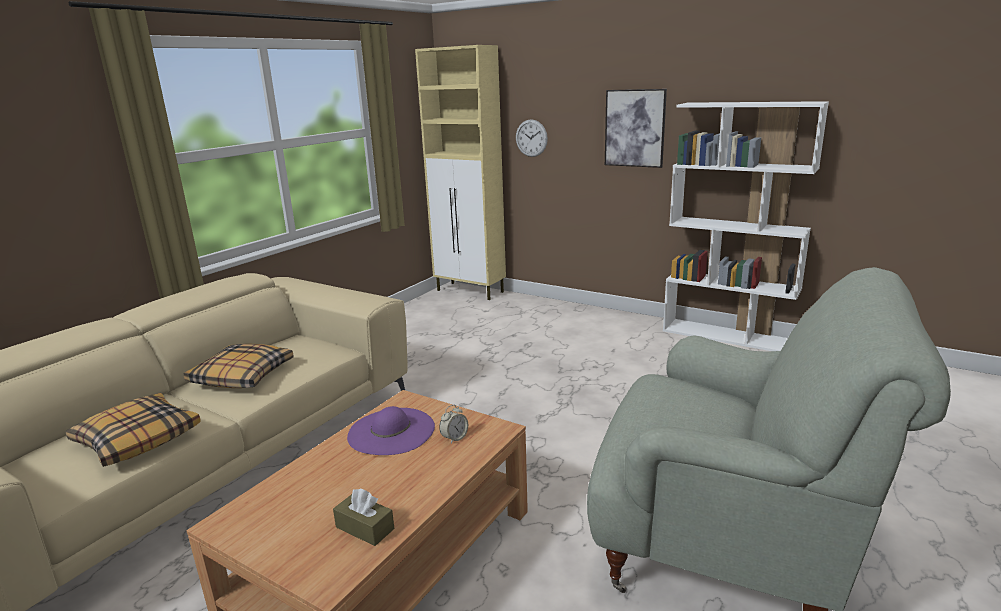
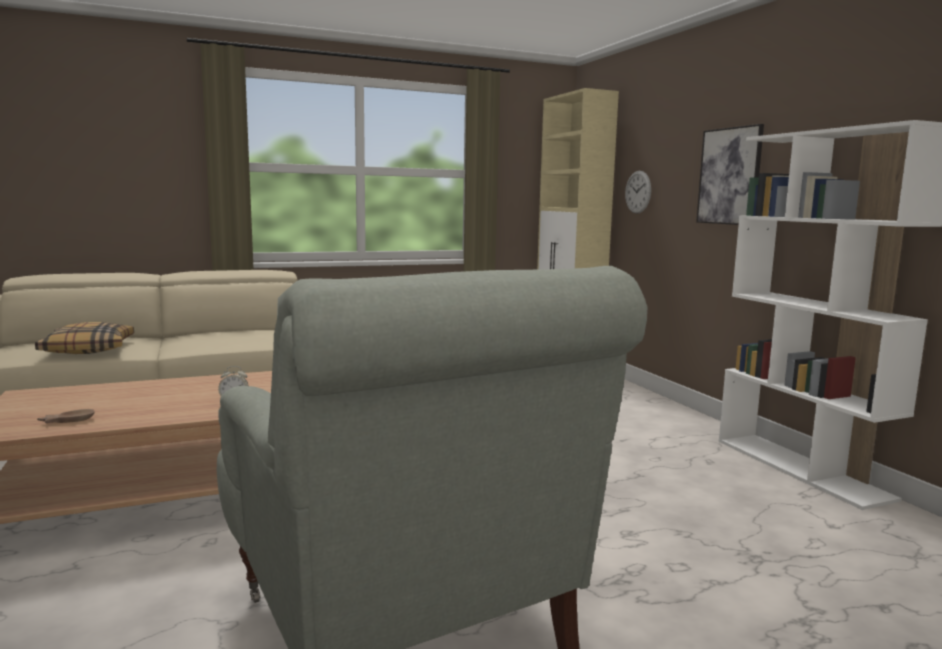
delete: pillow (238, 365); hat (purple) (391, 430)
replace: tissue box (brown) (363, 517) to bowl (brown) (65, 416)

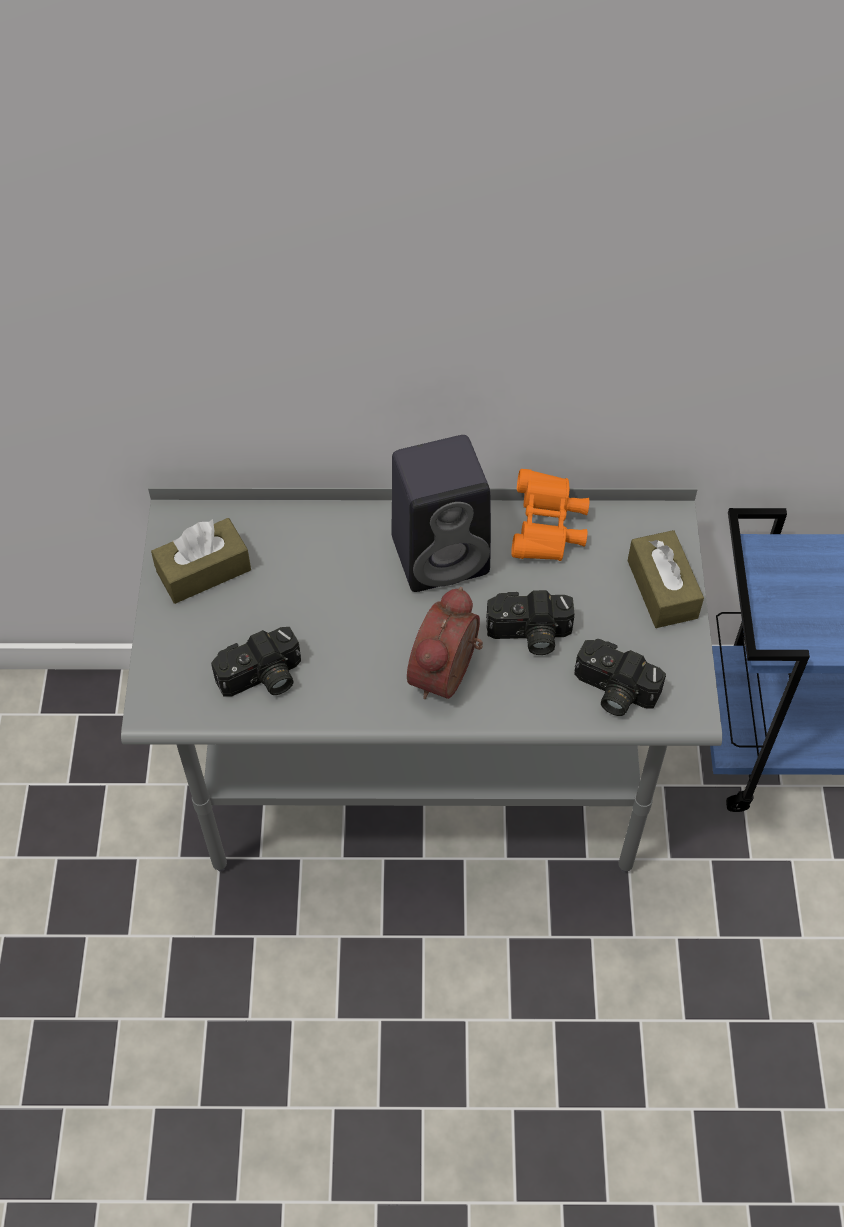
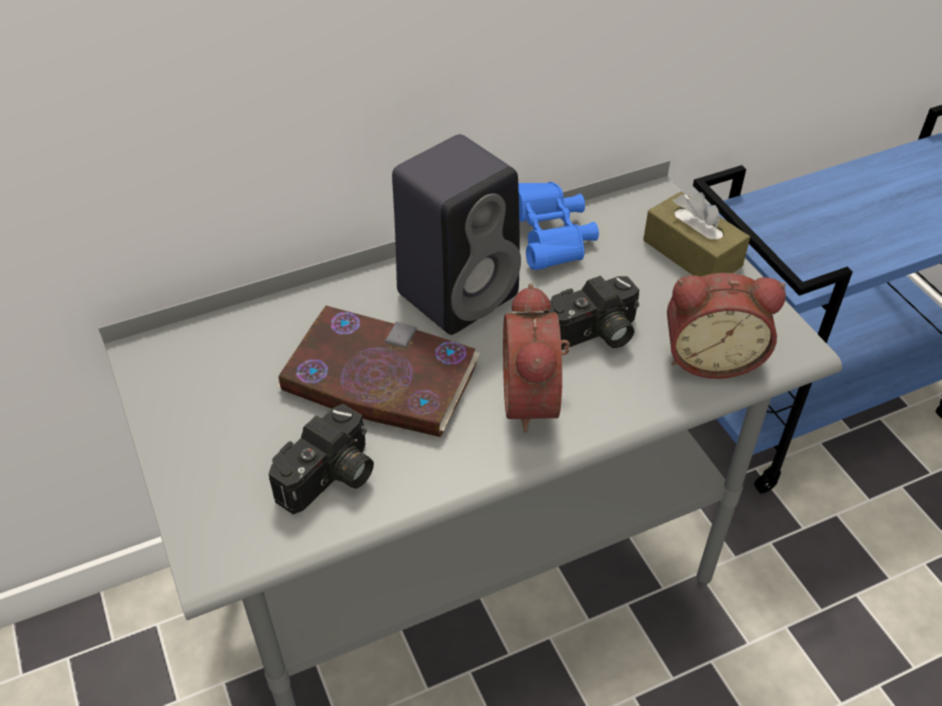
delete: tissue box (brown) (201, 561)
insert: book (378, 371)
replace: photo camera (620, 677) to alarm clock (726, 326)
recolor: binoculars (orange) (550, 515) to binoculars (blue) (558, 226)

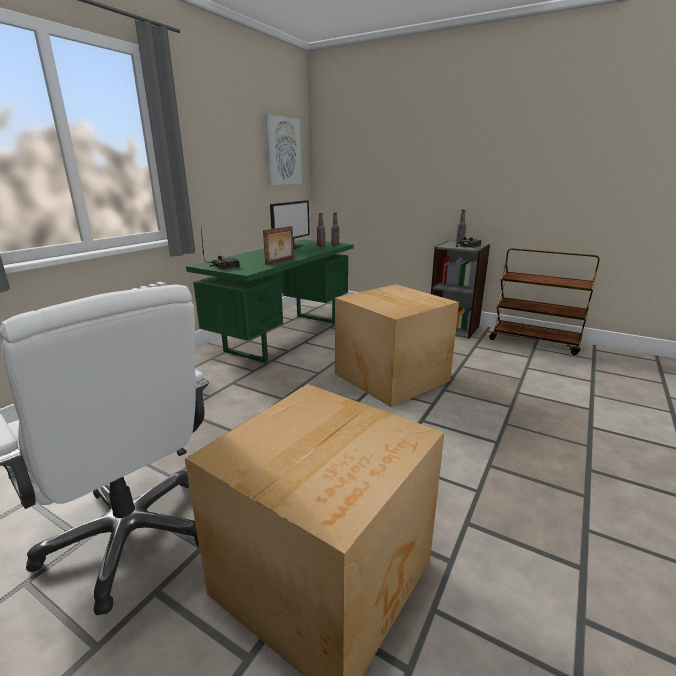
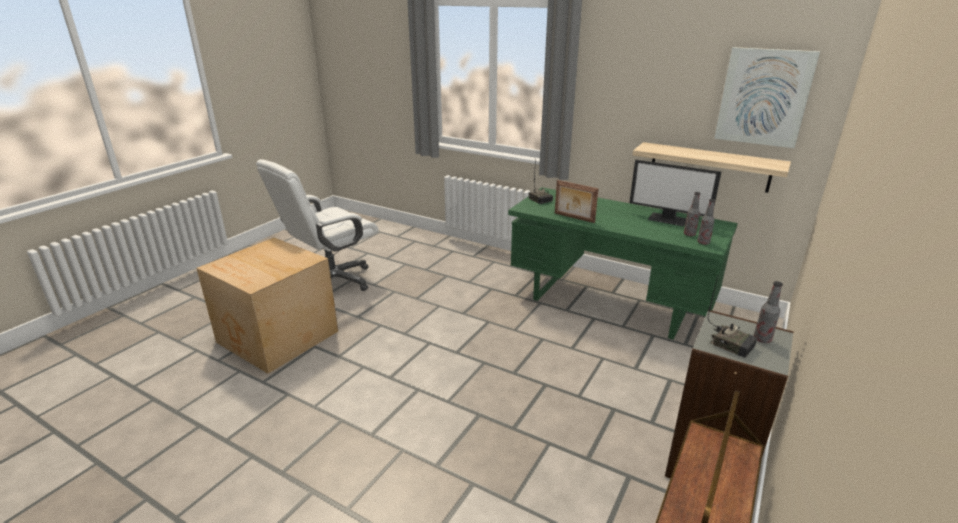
delete: cardboard box (397, 345)
insert: shelf (712, 167)

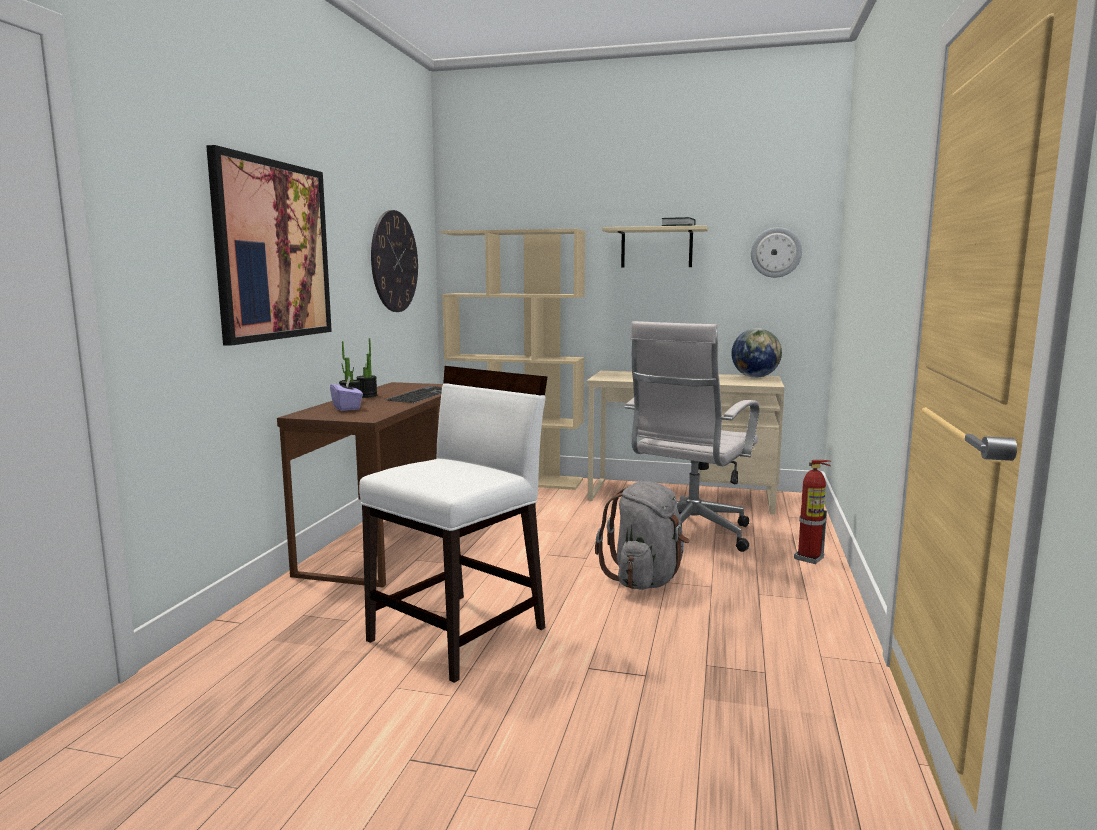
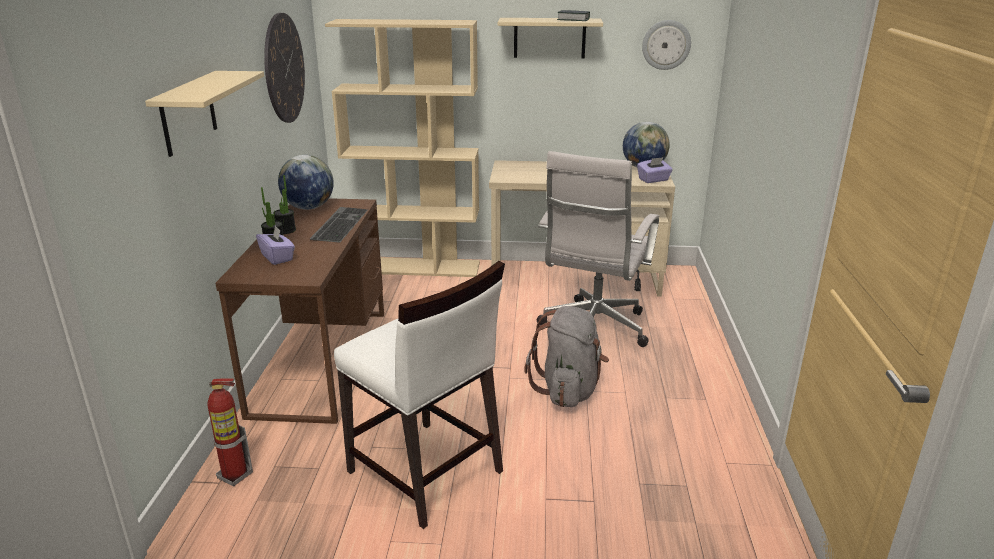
insert: globe (306, 182); tissue box (purple) (655, 170)
move: fire extinguisher (812, 512) to (230, 432)
replace: picture (269, 245) to shelf (beige) (204, 114)
rotate: chair (white) (453, 524) = (419, 395) 105 degrees clockwise

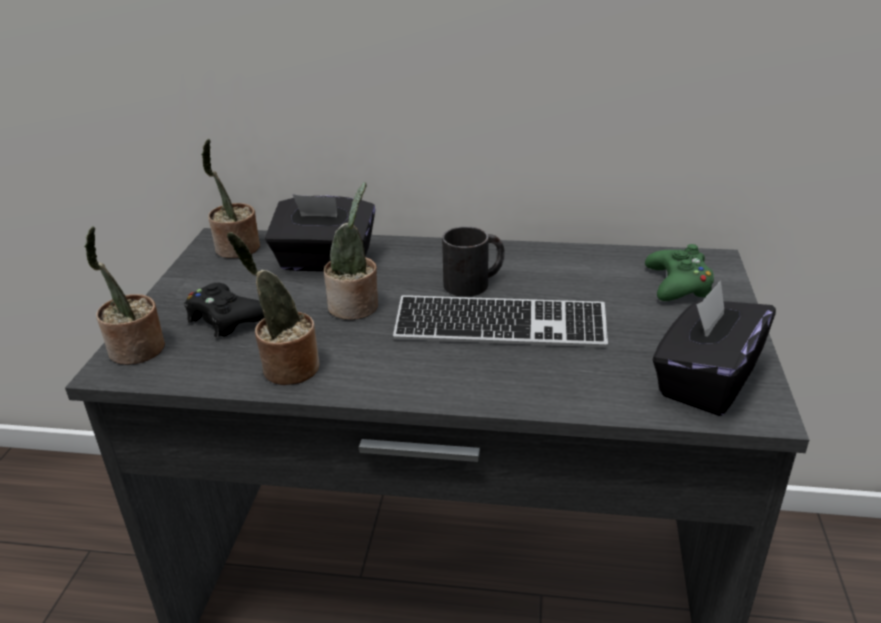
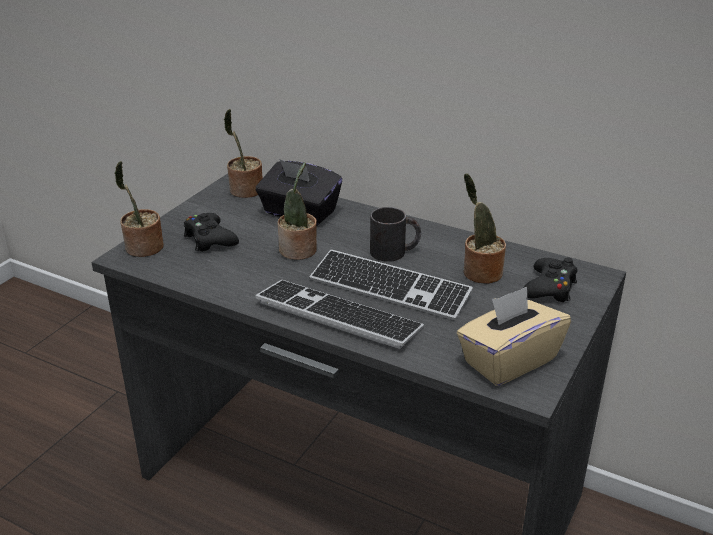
insert: keyboard (339, 314)
move: potted plant (273, 308) to (485, 228)
recolor: game controller (green) (679, 272) to game controller (black) (550, 280); tissue box (black) (714, 348) to tissue box (beige) (514, 336)

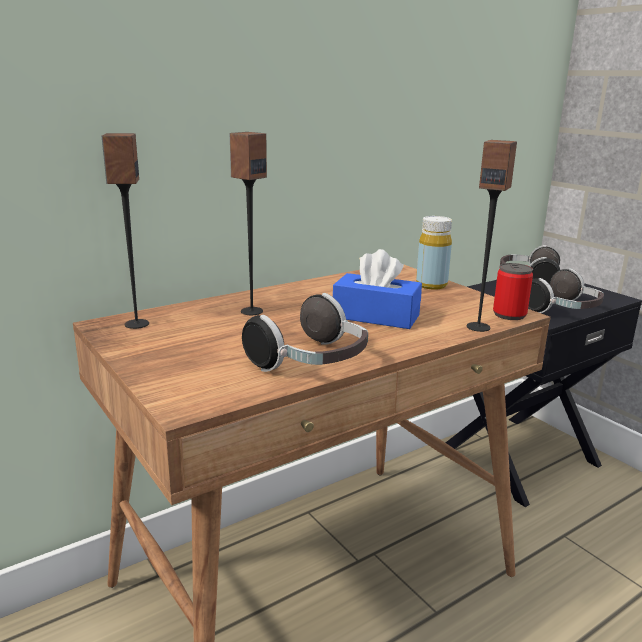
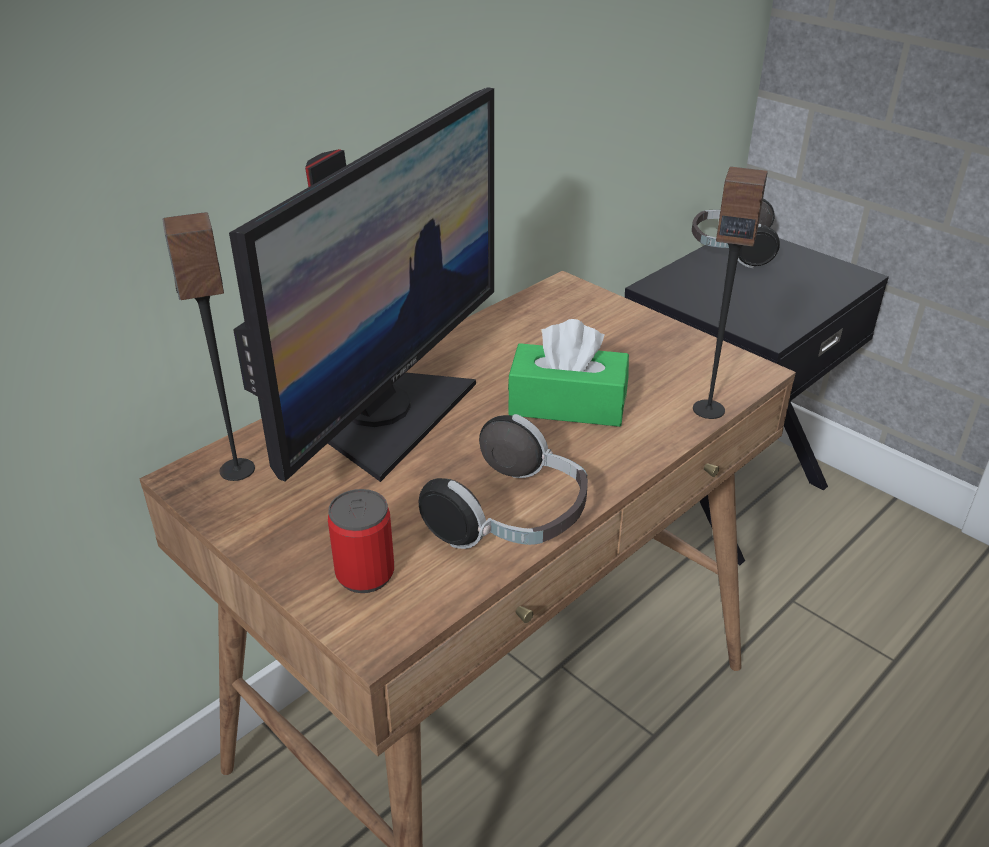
delete: bottle (yellow) (434, 253); headphones (566, 290)
move: can (513, 291) to (361, 541)
replace: speaker (248, 223) to monitor (361, 284)
recolor: tissue box (blue) (377, 289) to tissue box (green) (568, 373)

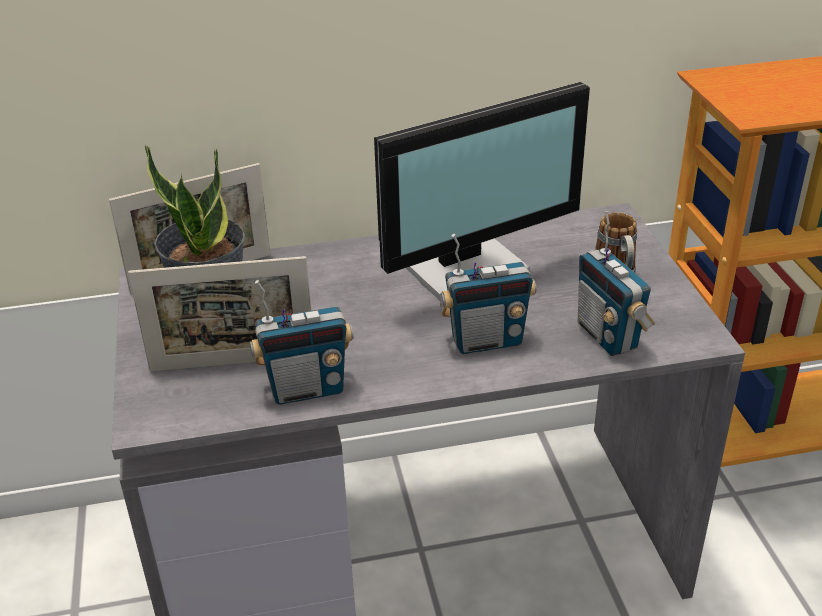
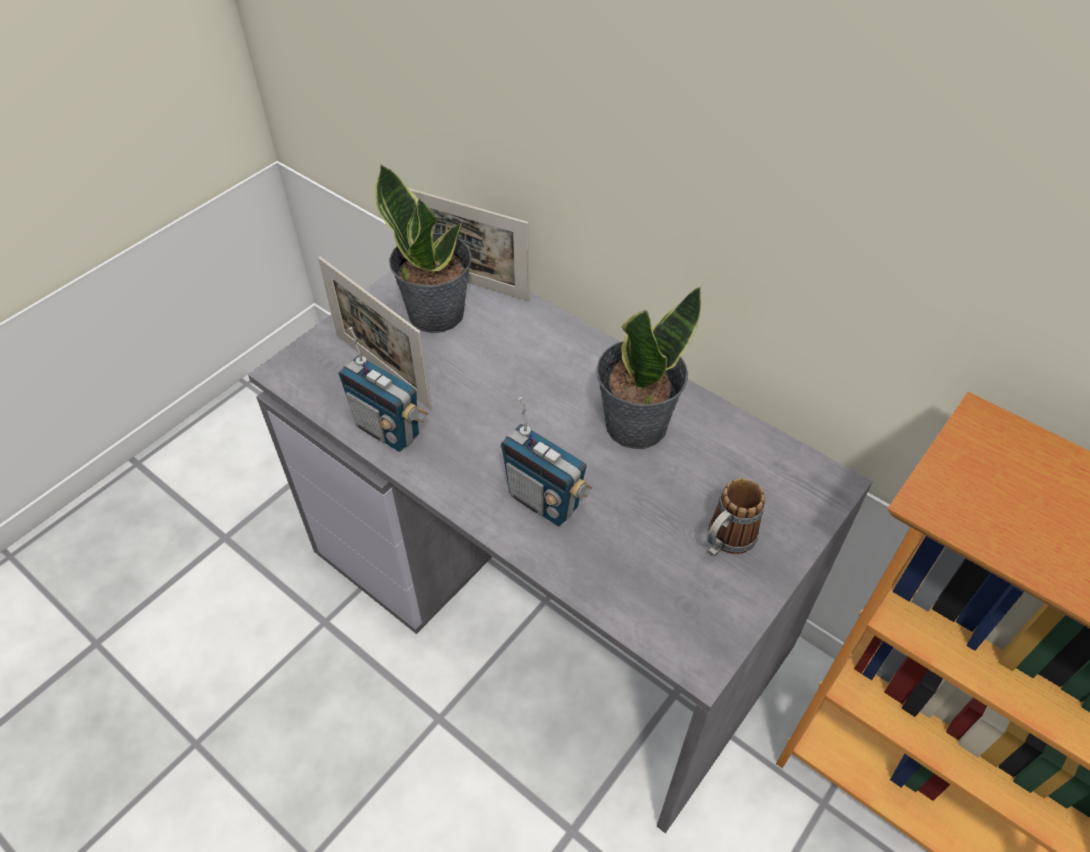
delete: radio (616, 283)
replace: monitor (482, 191) to potted plant (648, 367)

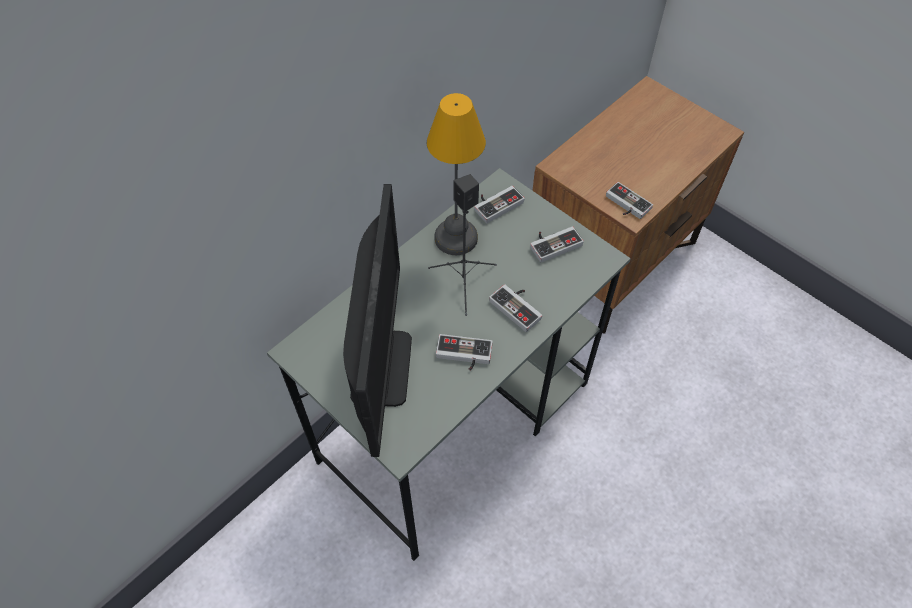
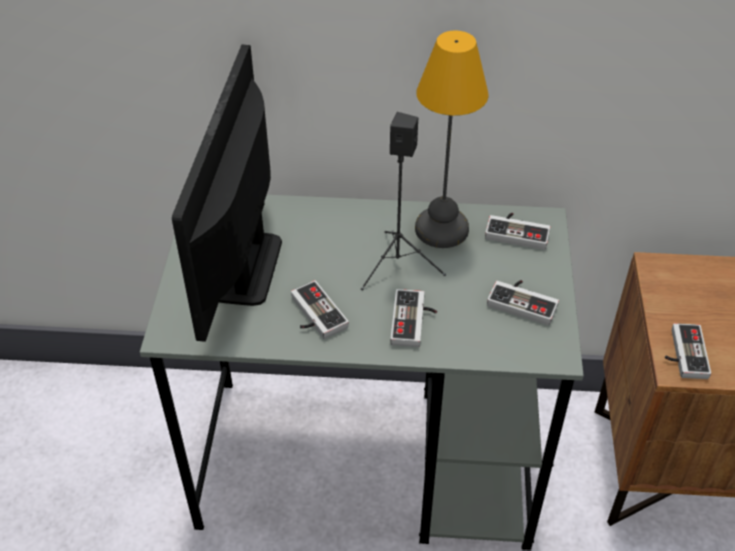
rotate: monitor (377, 320) = (227, 193) 135 degrees clockwise

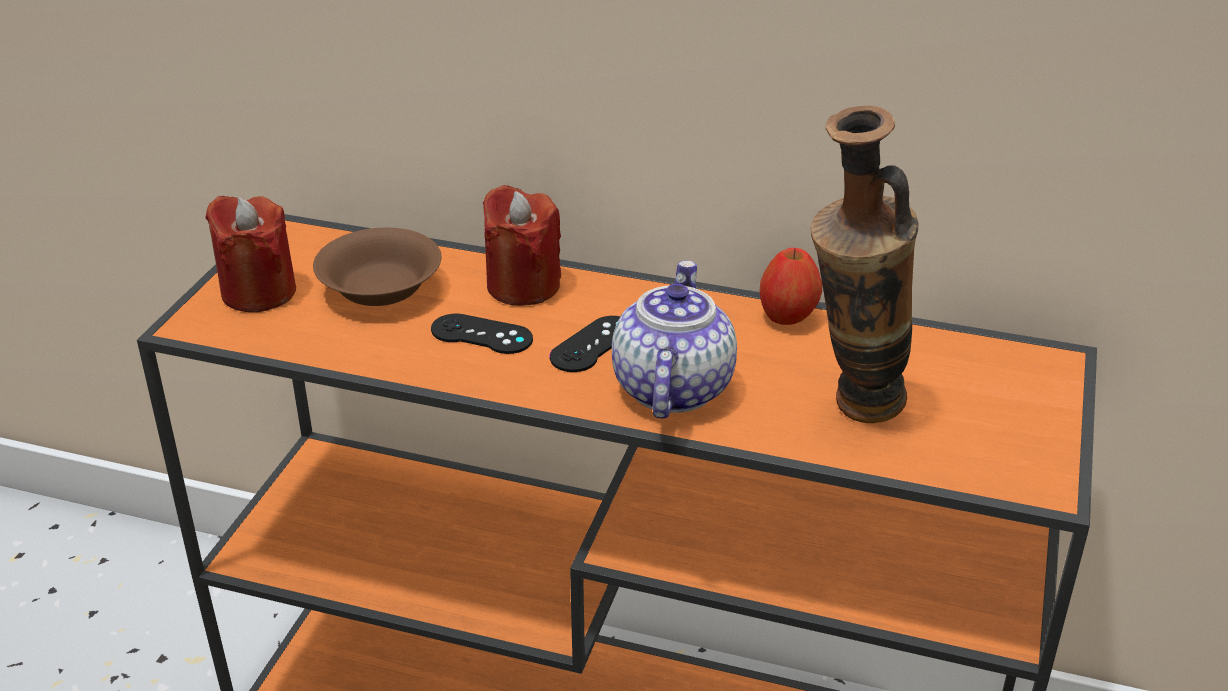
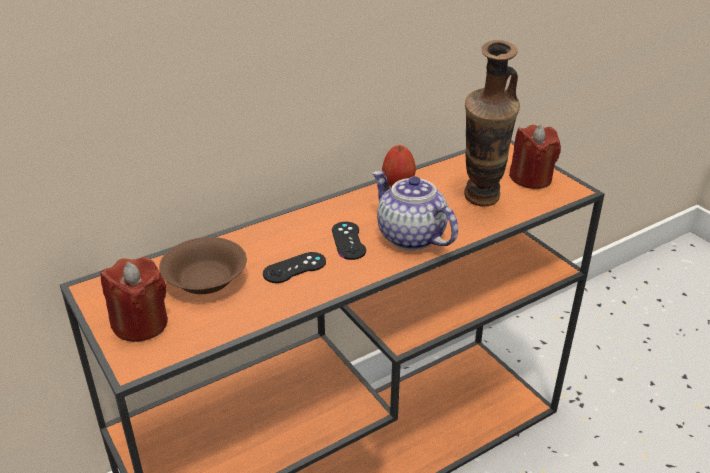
move: candle (red) (522, 245) to (535, 157)

